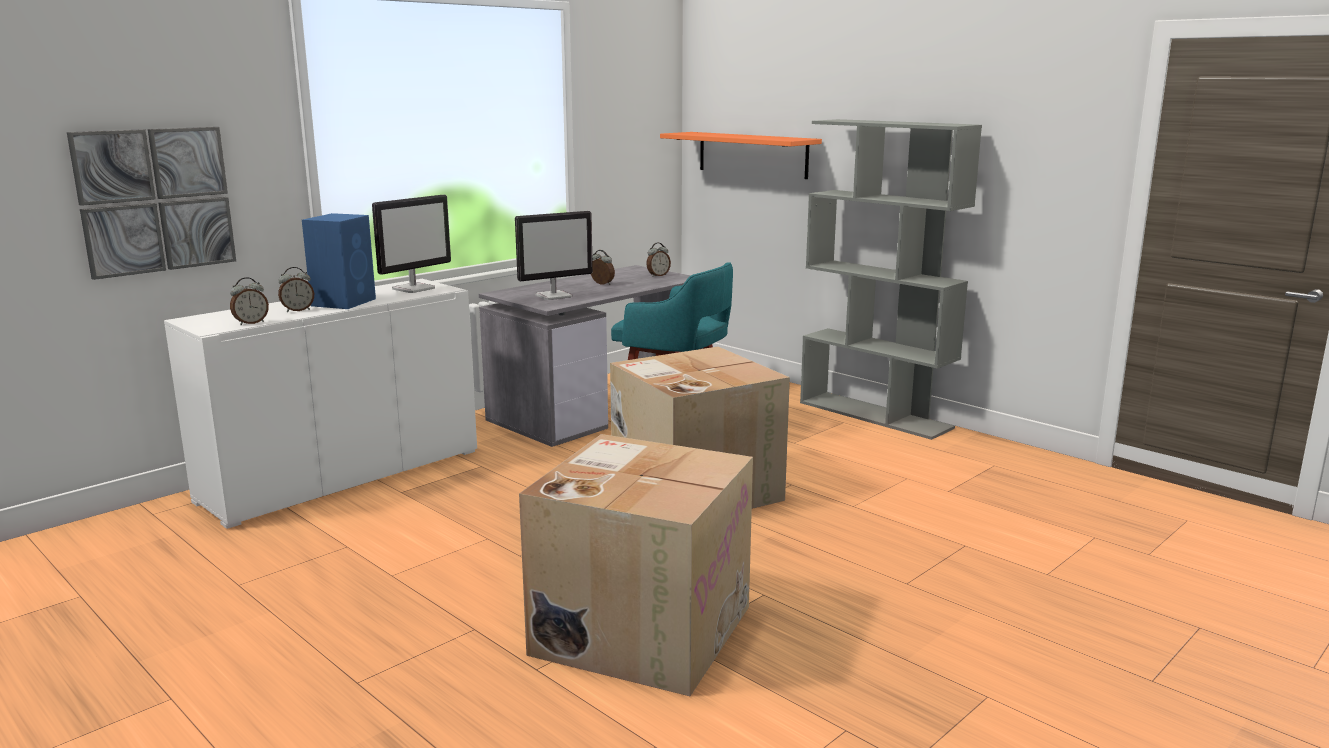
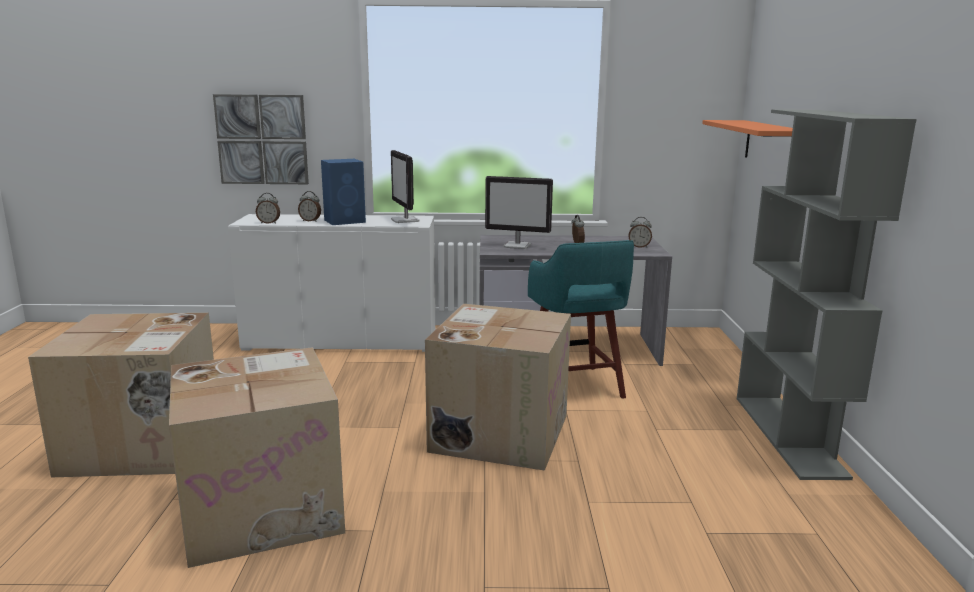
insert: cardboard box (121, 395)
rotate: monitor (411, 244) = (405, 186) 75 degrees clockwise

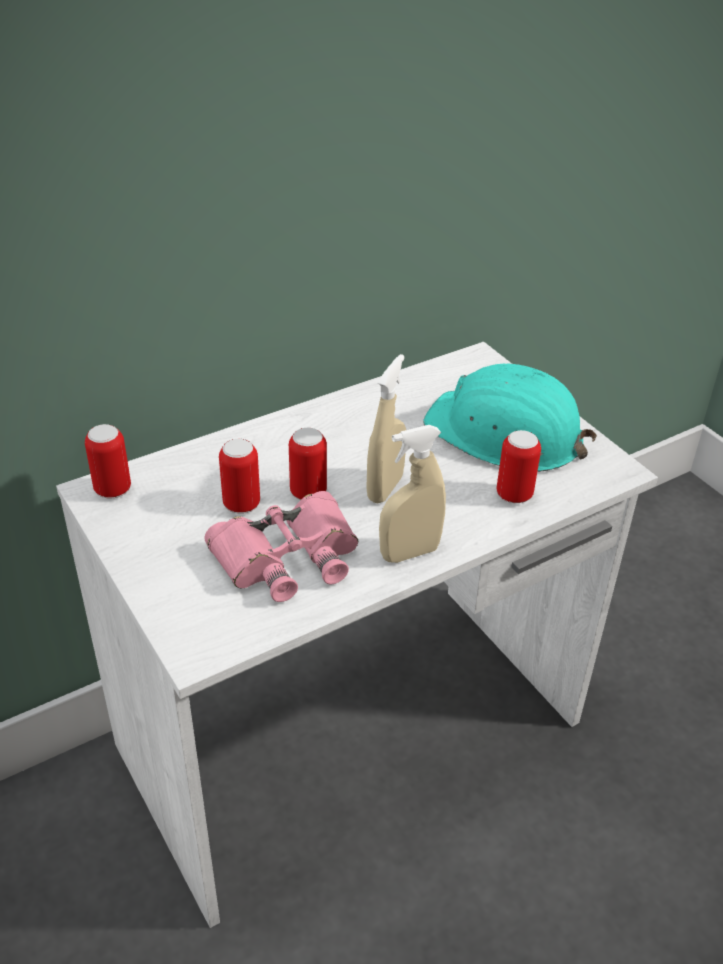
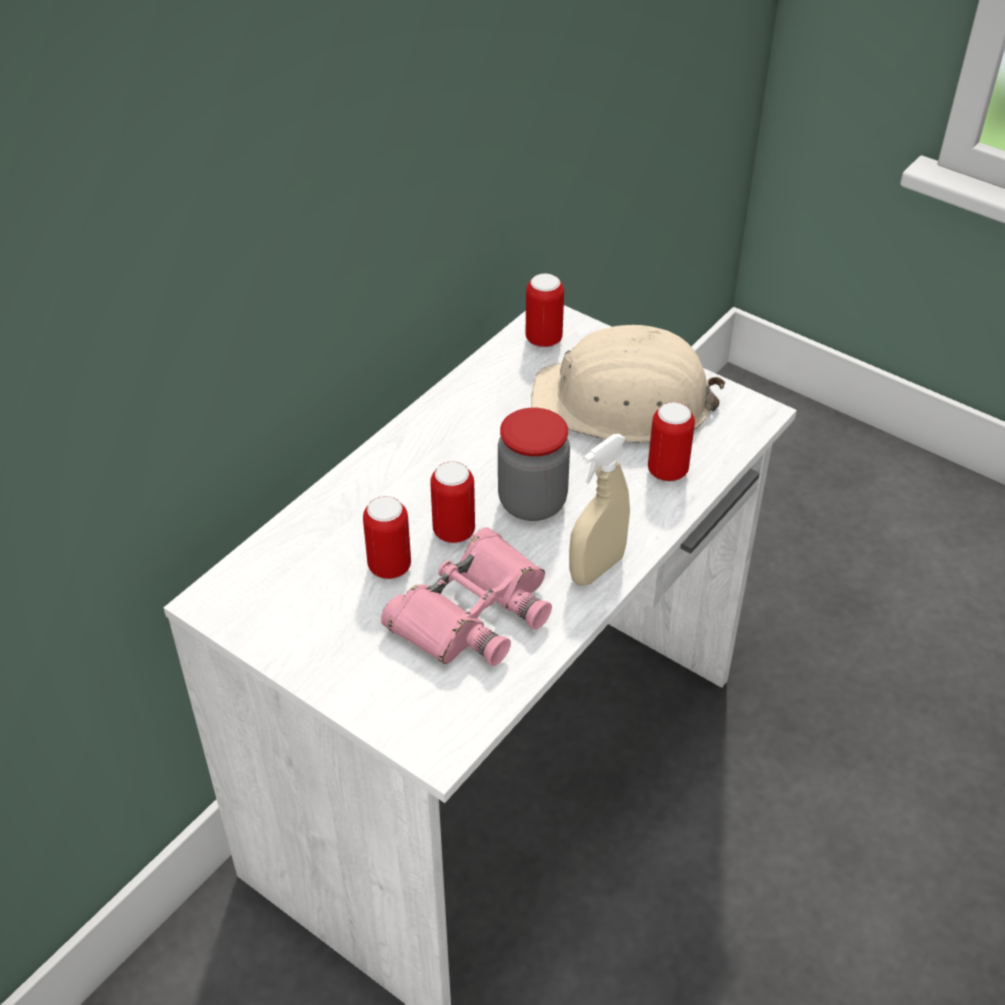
move: can (108, 461) to (545, 311)
replace: spray bottle (beige) (386, 428) to jar (534, 464)
recolor: hard hat (turquoise) (510, 418) to hard hat (beige) (628, 384)

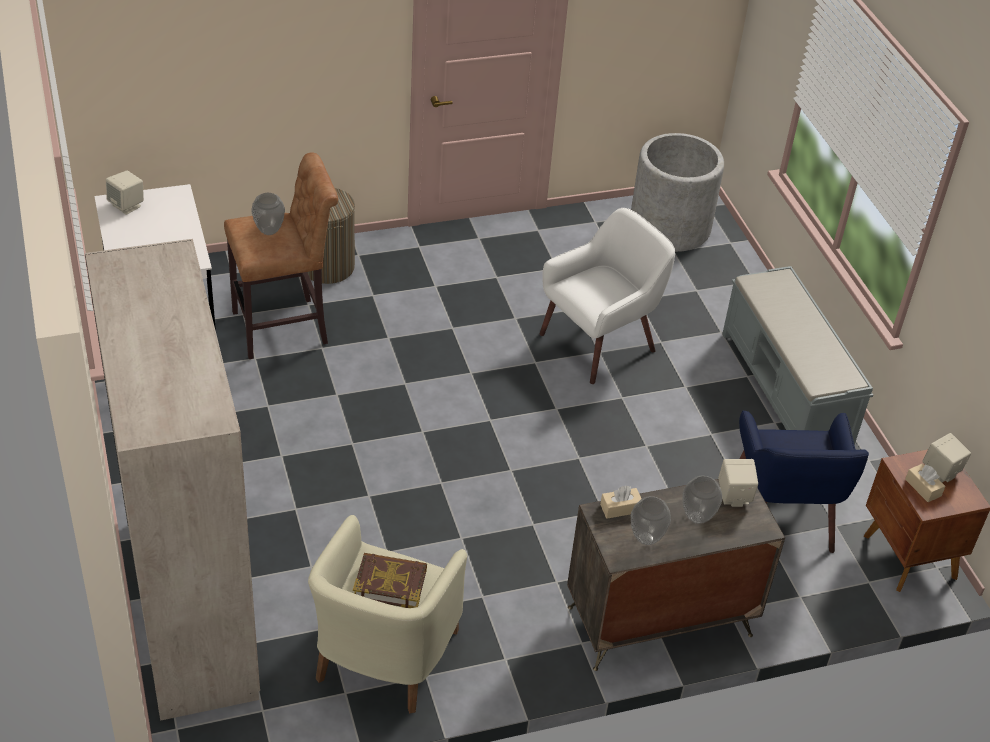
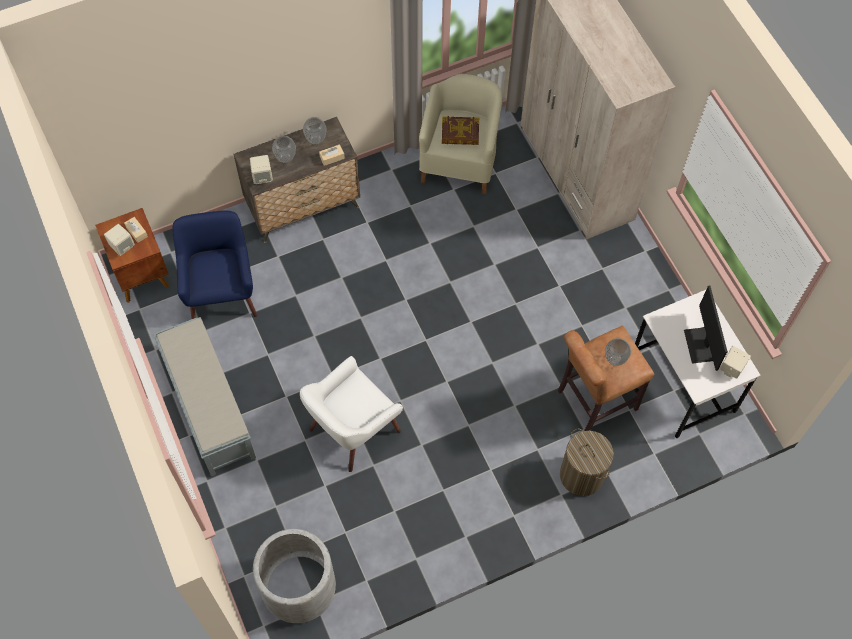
insert: monitor (706, 328)

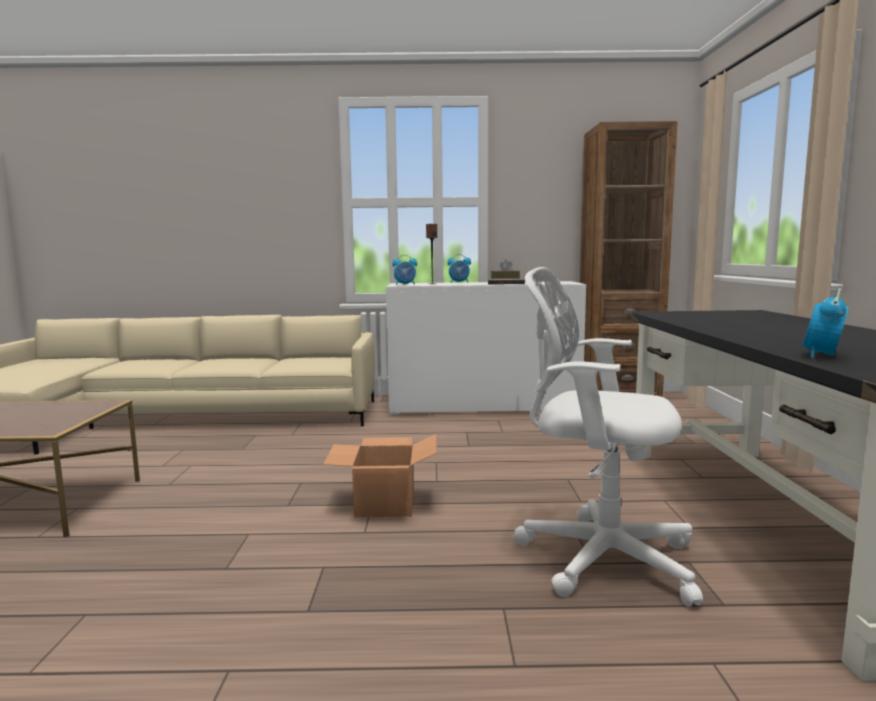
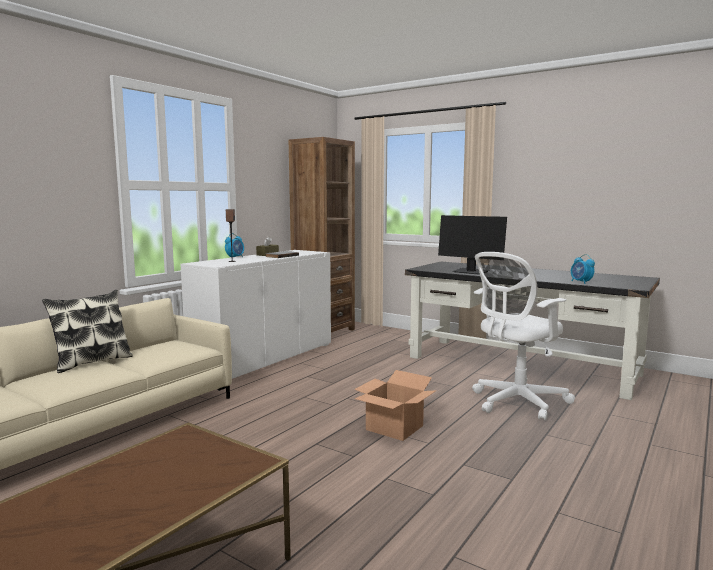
delete: alarm clock (404, 270)
insert: monitor (472, 245); pillow (87, 331)

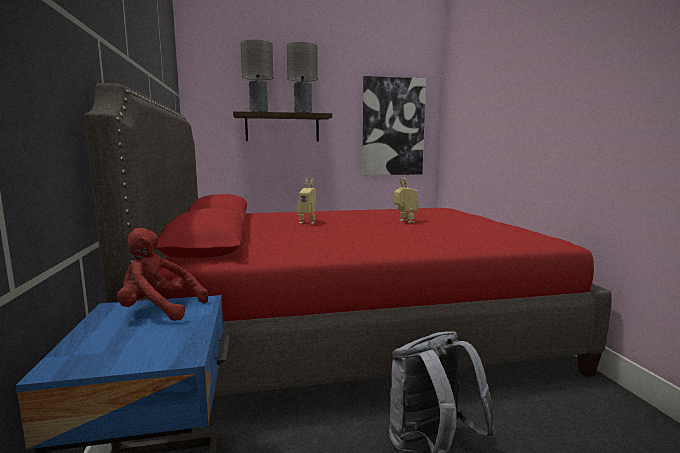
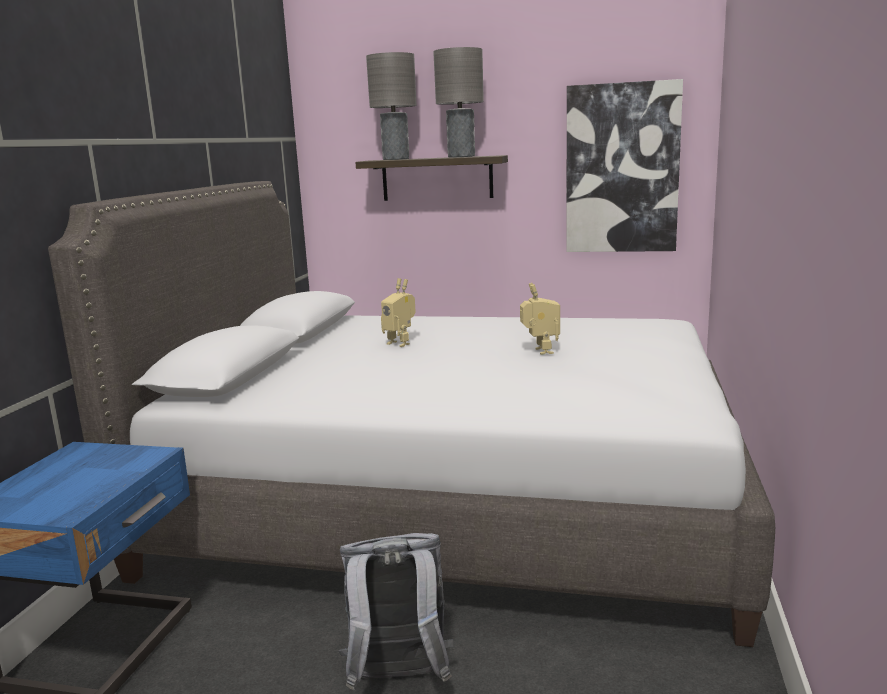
delete: plush toy (red) (162, 274)
recolor: bed (red) (348, 239) to bed (grey) (411, 414)

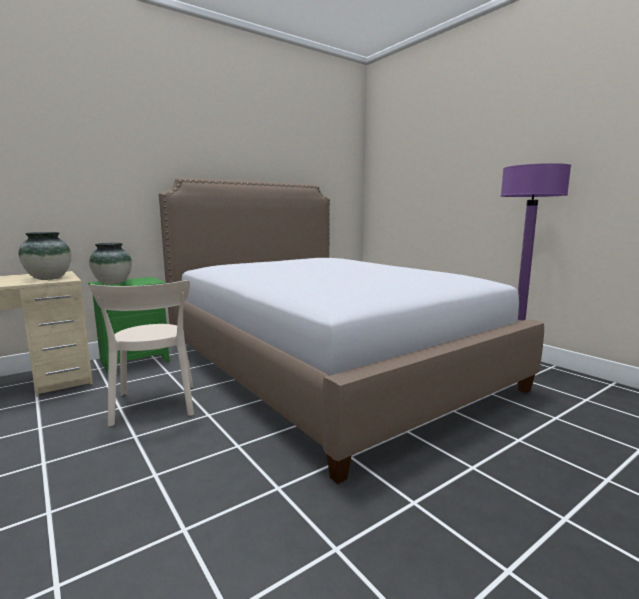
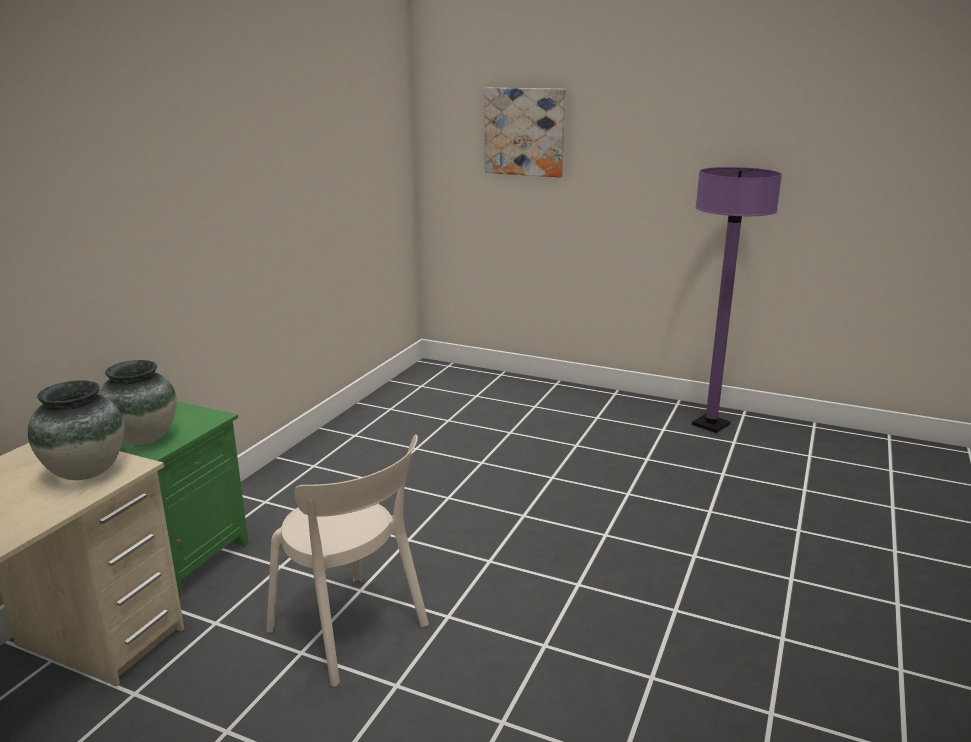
delete: bed (351, 331)
insert: picture (525, 133)

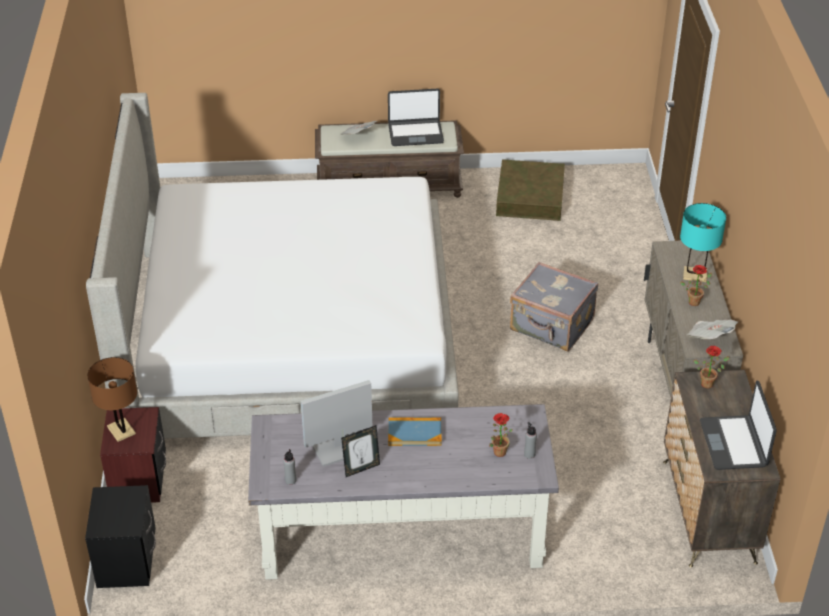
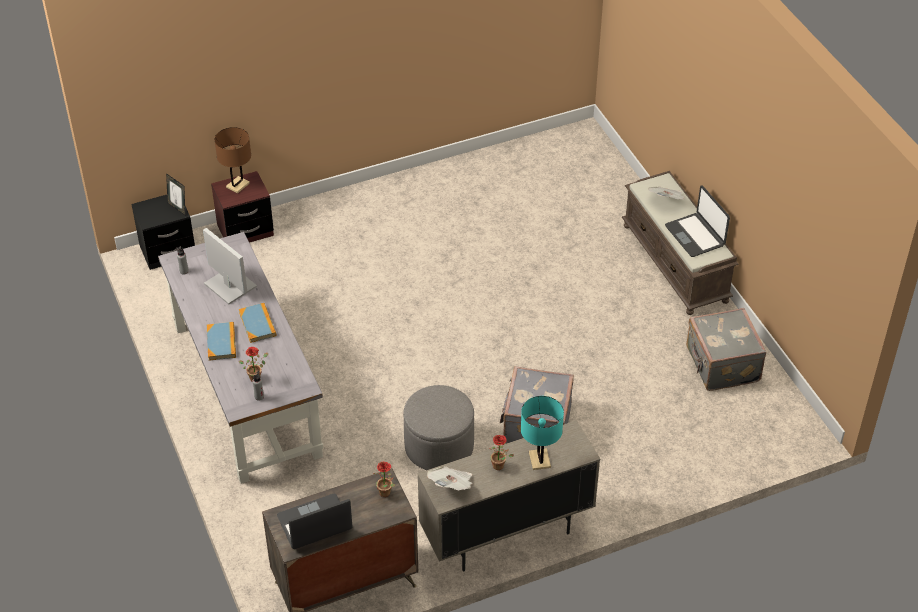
delete: bed (272, 266)
insert: book (221, 341); ottoman (grey) (438, 427)
move: picture frame (360, 451) to (175, 194)
replace: storage box (brown) (530, 190) to suitcase (grey) (726, 349)

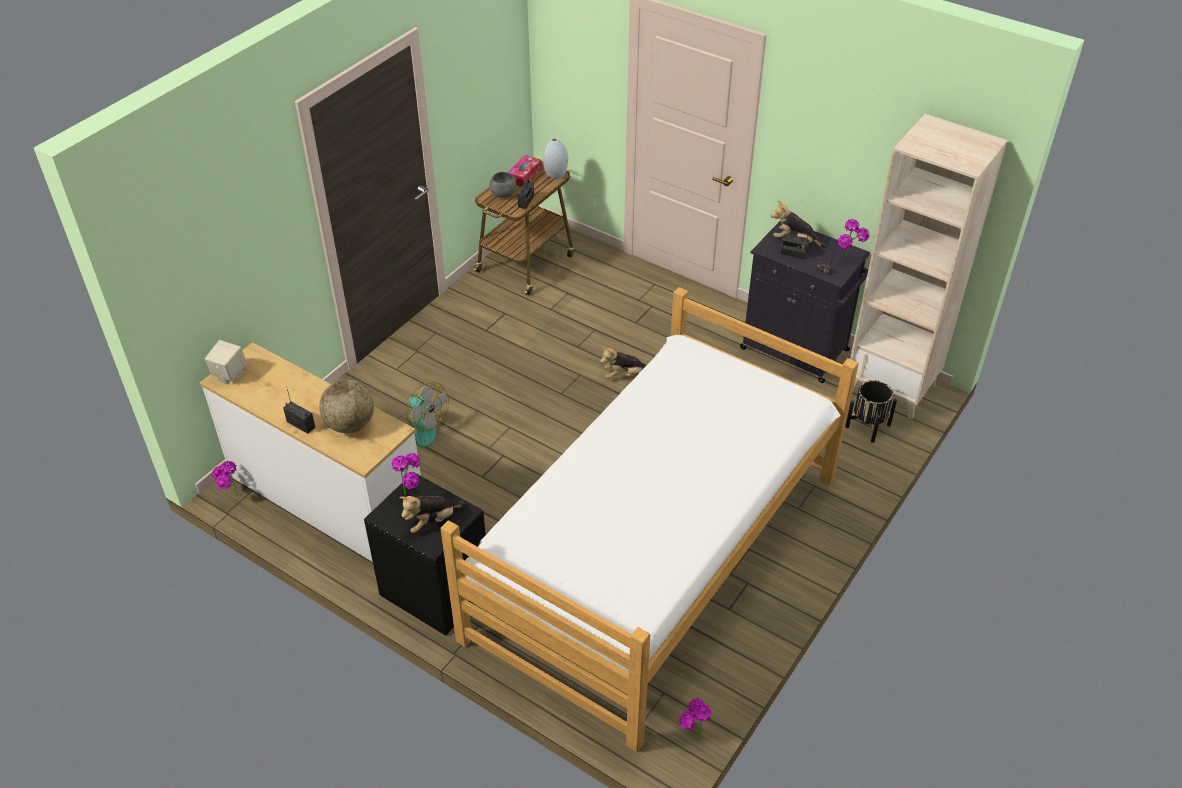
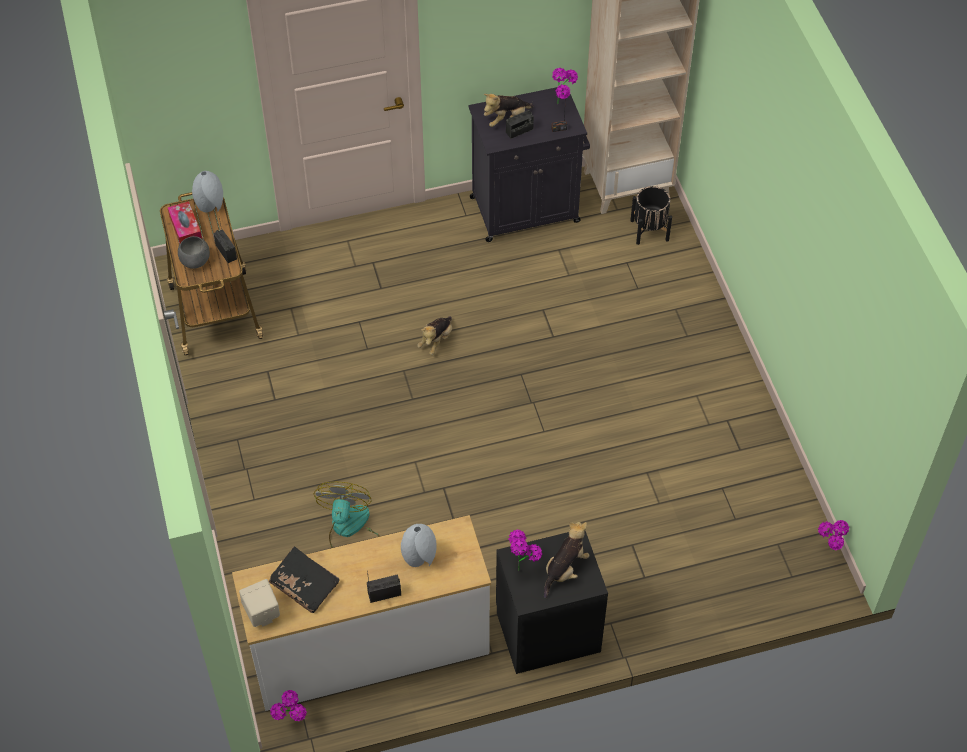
delete: bed (649, 519)
insert: book (black) (304, 579)
replace: globe (346, 406) to vase (grey) (418, 545)
rotate: fan (423, 415) = (347, 515) 75 degrees counterclockwise; plush toy (432, 514) = (566, 560) 150 degrees counterclockwise

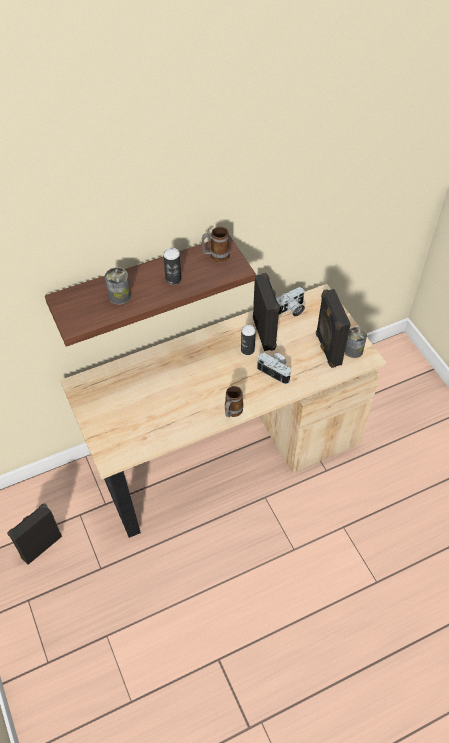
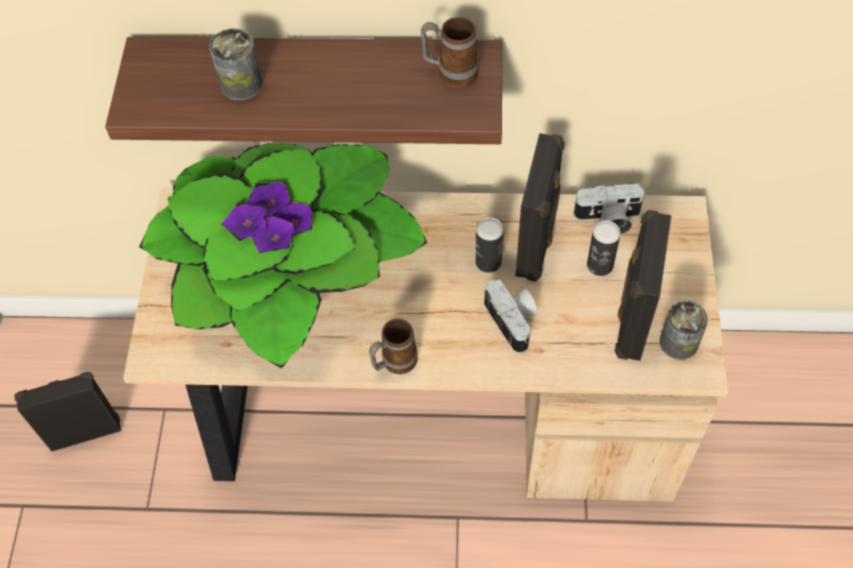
insert: potted plant (283, 256)
move: can (172, 266) to (604, 248)

